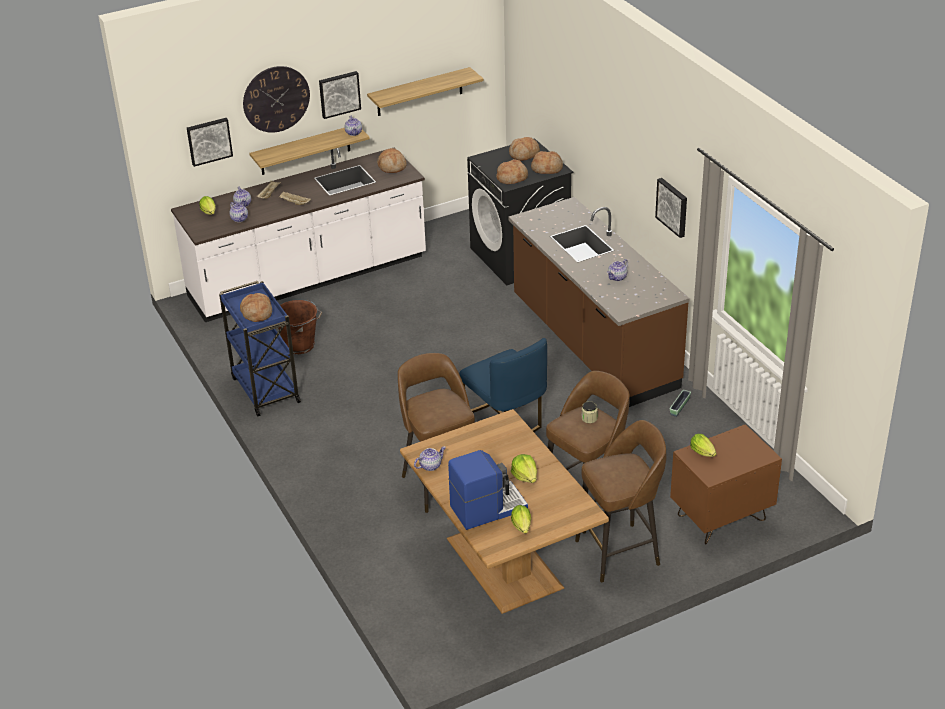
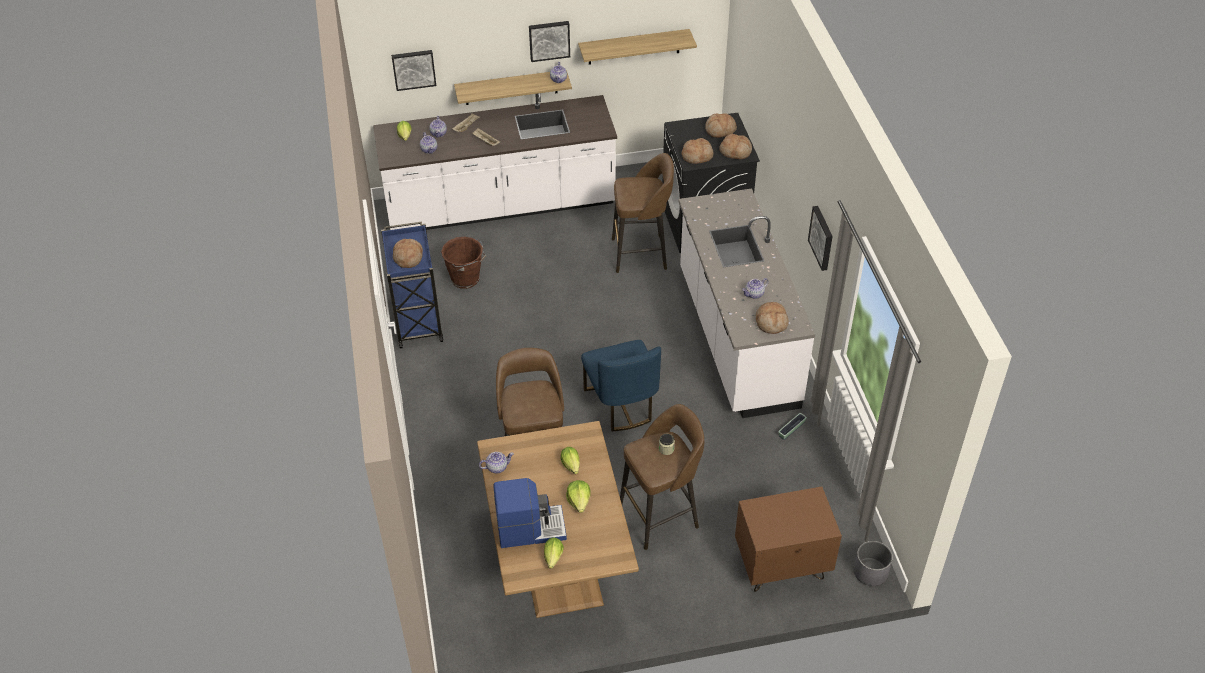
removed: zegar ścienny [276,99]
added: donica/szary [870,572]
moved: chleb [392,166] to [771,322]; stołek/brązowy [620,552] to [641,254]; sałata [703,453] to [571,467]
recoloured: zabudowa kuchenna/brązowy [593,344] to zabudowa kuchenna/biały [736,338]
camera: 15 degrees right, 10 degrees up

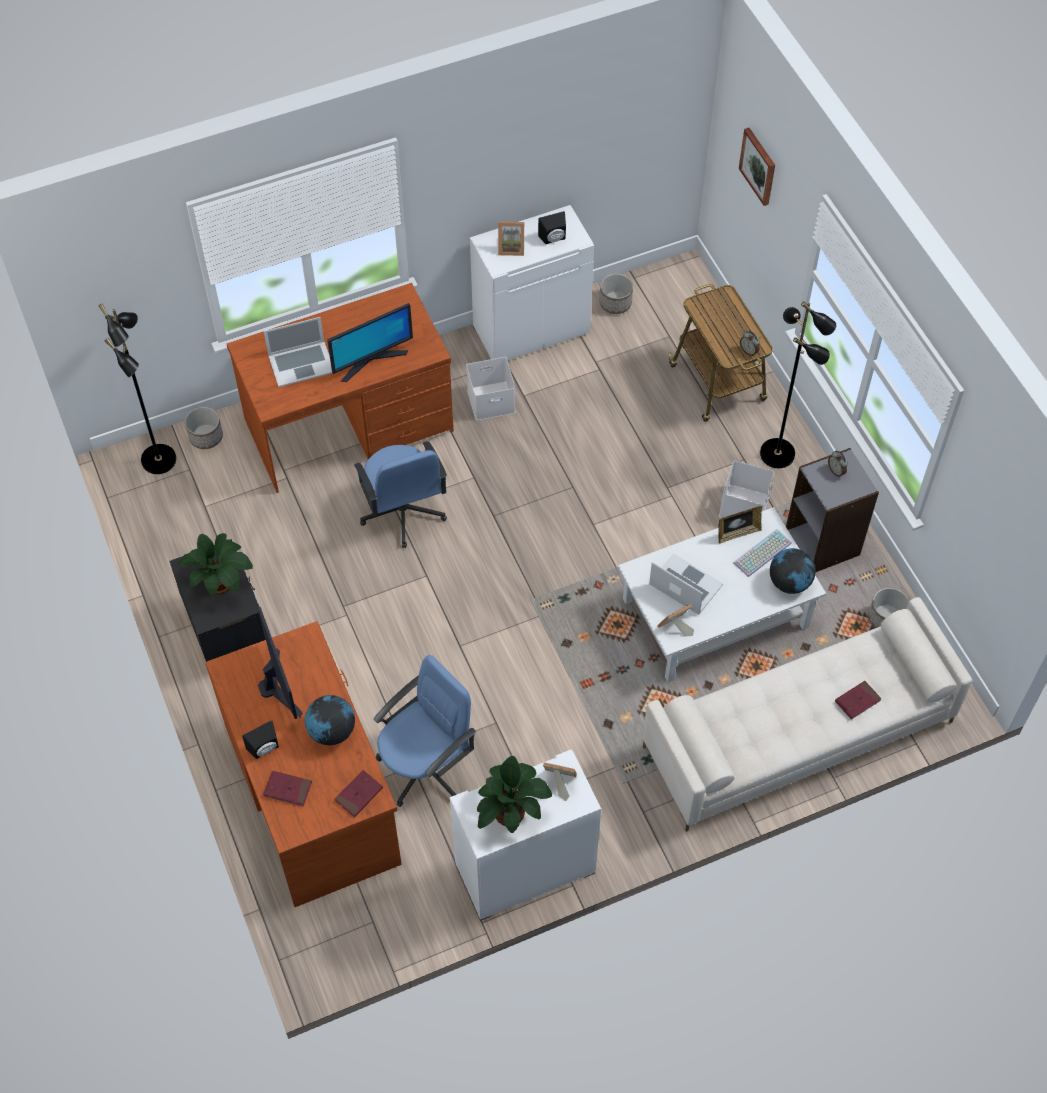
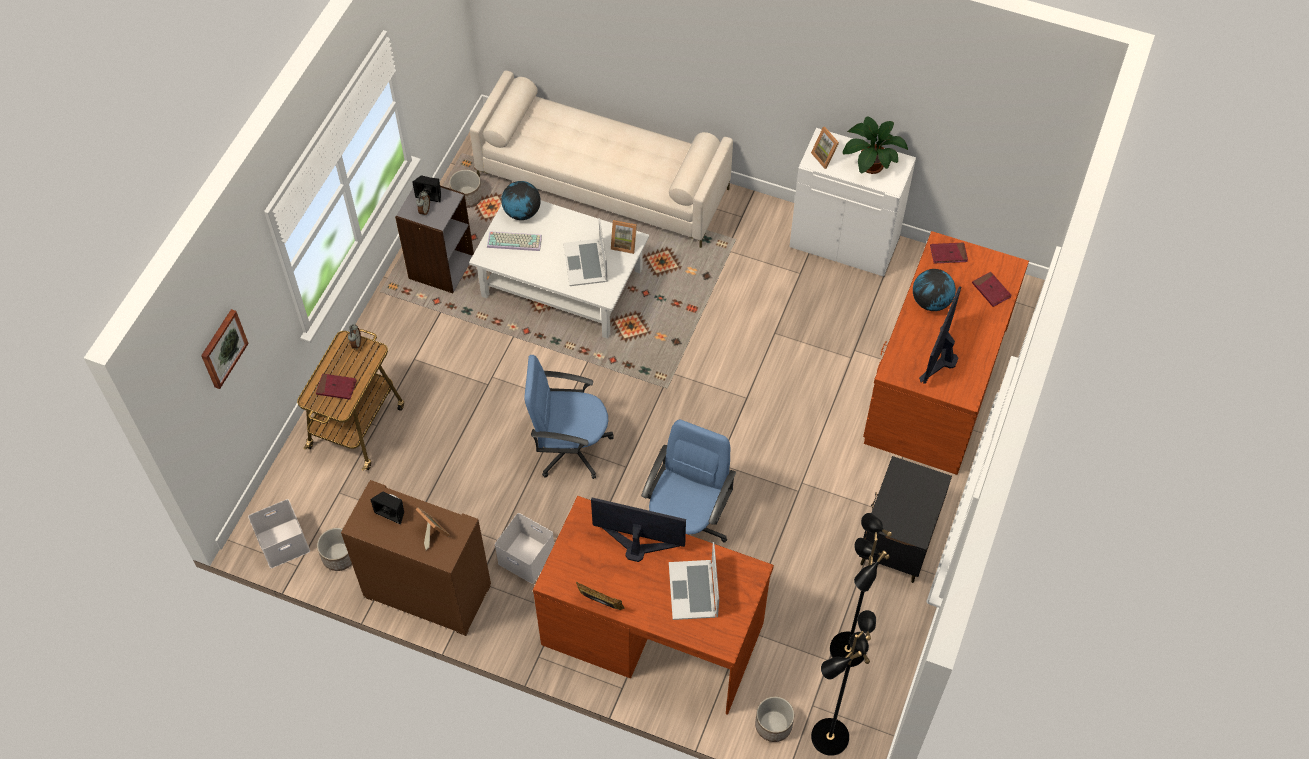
removed: roślina doniczkowa [221,583]
moved: głośnik/czarny [265,749] to [430,194]; krzesło biurowe/niebieski [425,766] to [570,447]; ramka na zdjęcie [737,533] to [600,604]; pojemnik do przechowywania/biały [743,505] to [282,544]; lampa stojąca/czarny [778,453] to [846,649]; książka/czerwony [857,701] to [336,387]
recoloured: szafka/biały [531,329] to szafka/brązowy [426,592]
turned: laptop [301,363] = [693,590] 120 degrees counterclockwise
camera: 135 degrees left, 0 degrees up

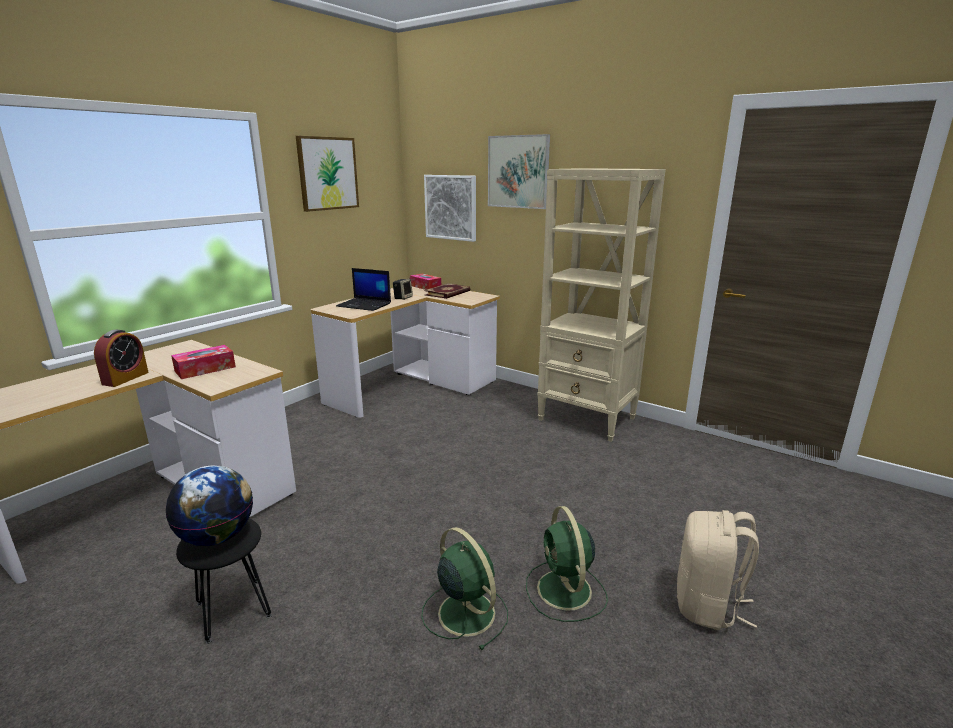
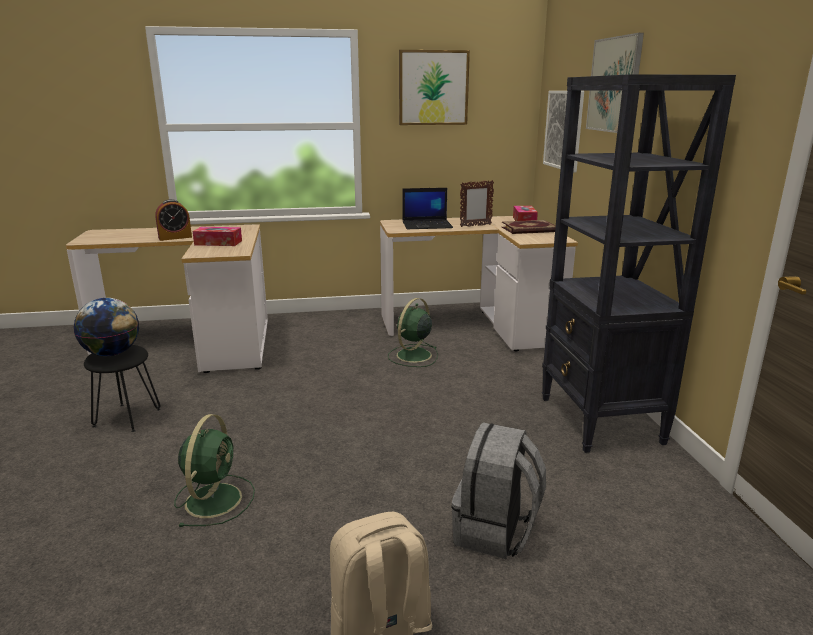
added: plecak/szary [495,532]
moved: wentylator/zielony [565,591] to [413,356]
replaced: głośnik [403,298] to ramka na zdjęcie [475,226]
recoloured: regał/beżowy [587,419] to regał/czarny [600,421]
turned: laptop [365,305] = [427,225] 75 degrees counterclockwise
camera: 45 degrees right, 0 degrees up

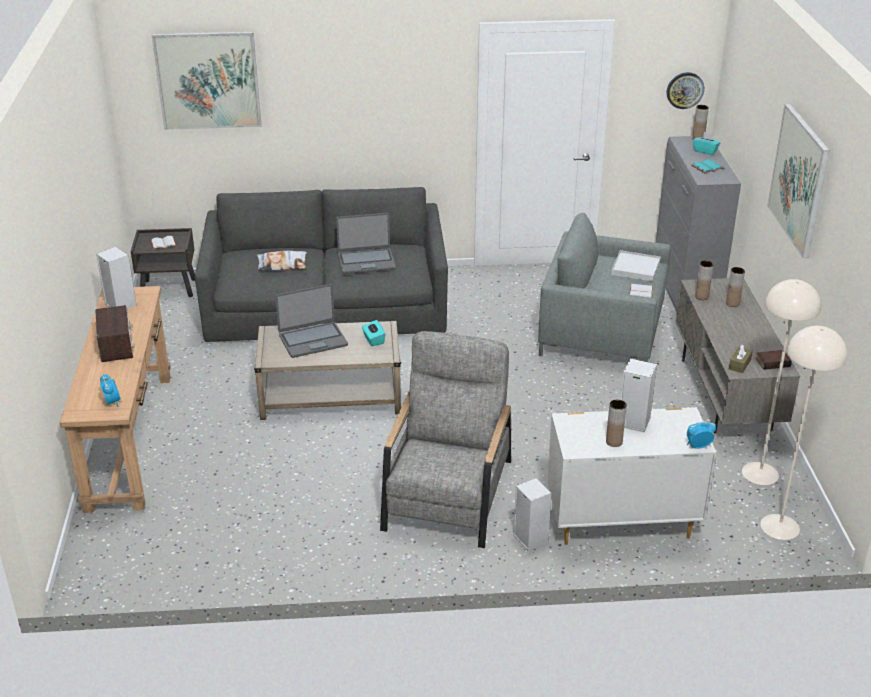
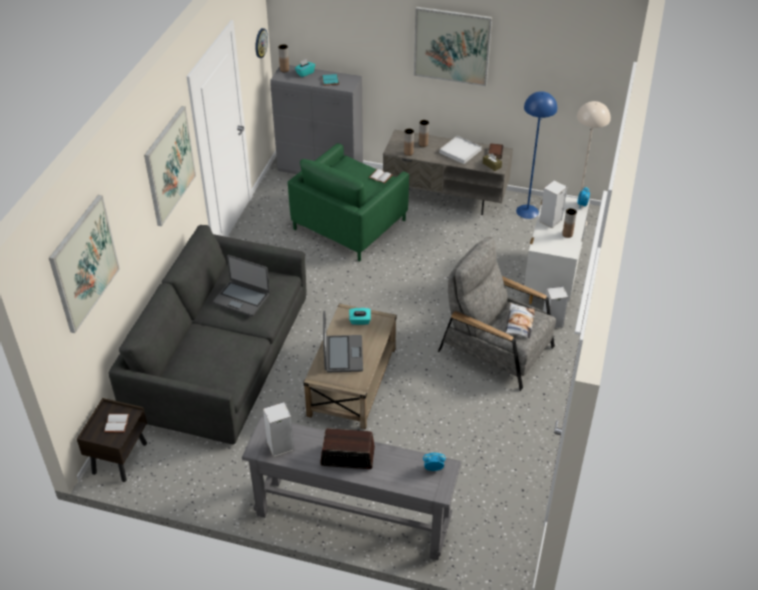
added: obraz [169,165]
moved: poduszka [282,265] to [519,323]; taca/biały [635,268] to [460,151]
recoloured: stolik konsolowy/brązowy [130,440] to stolik konsolowy/szary [353,517]; fotel/szary [601,334] to fotel/zielony [349,224]; lampa stojąca/beżowy [760,473] to lampa stojąca/niebieski [527,211]
turned: laptop [366,262] = [242,298] 105 degrees clockwise
camera: 70 degrees left, 10 degrees up

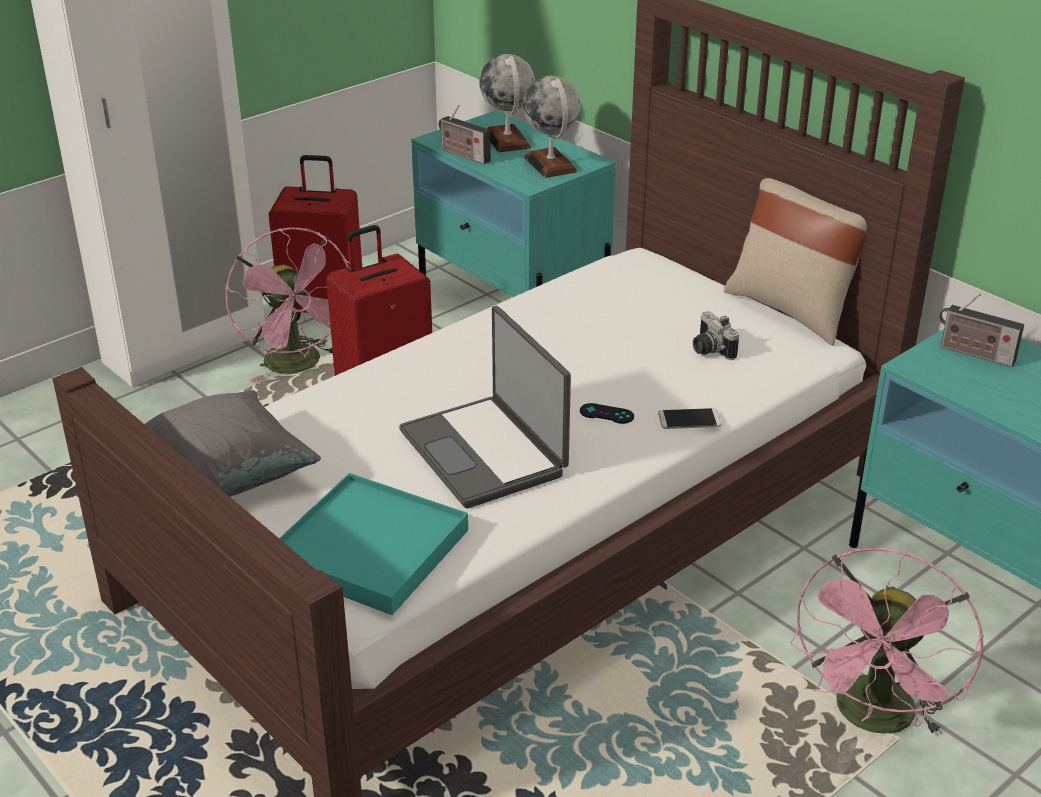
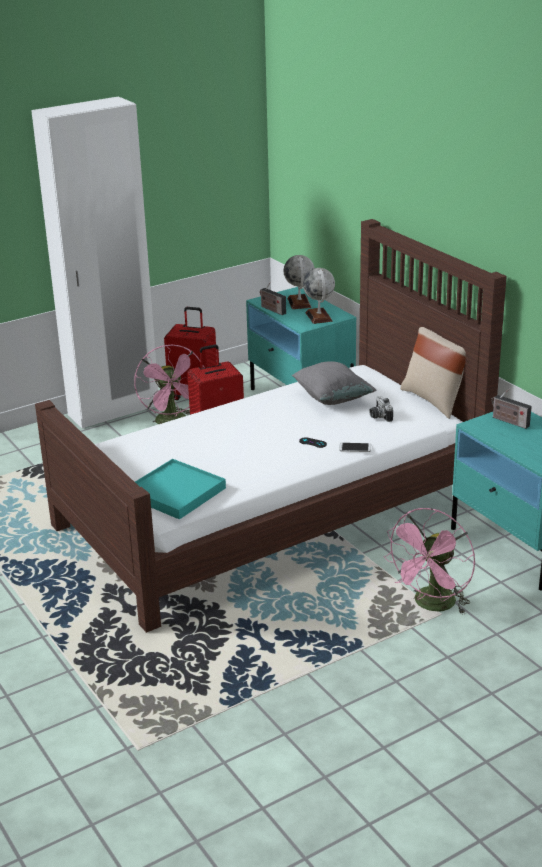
removed: laptop [485,452]
moved: poduszka/szary [230,475] to [332,398]
camera: 10 degrees right, 5 degrees down

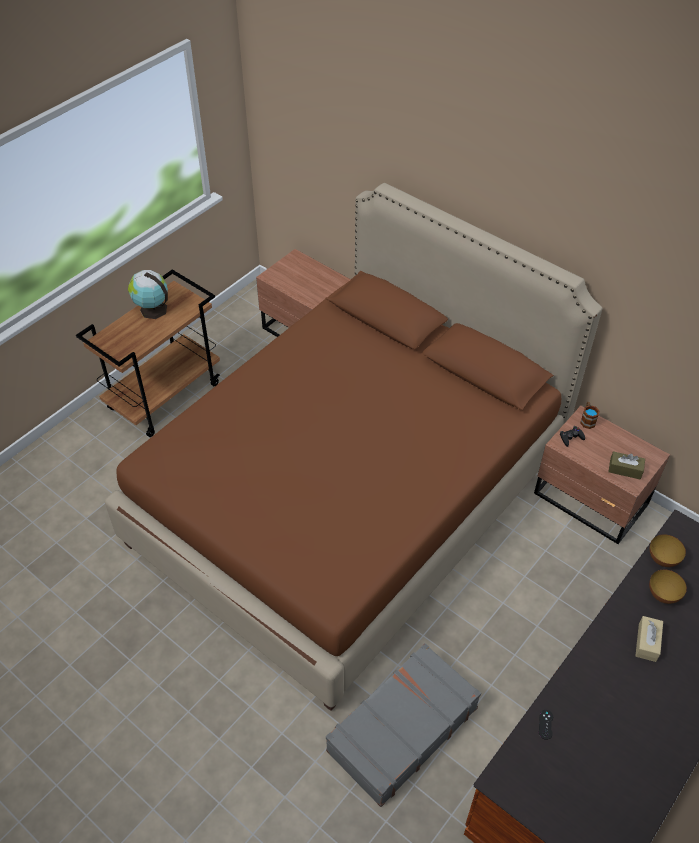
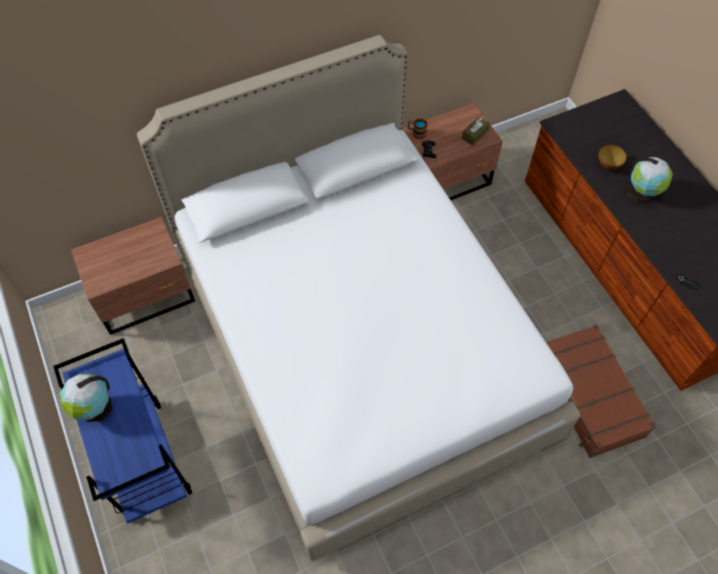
removed: miska [662,559]
replaced: pudełko chusteczek/beżowy [647,642] to globus [642,193]
recoloured: wózek/brązowy [165,395] to wózek/niebieski [143,459]; łóżko/brązowy [349,497] to łóżko/biały [358,343]; walizka/szary [401,729] to walizka/brązowy [588,396]
camera: 65 degrees left, 10 degrees up

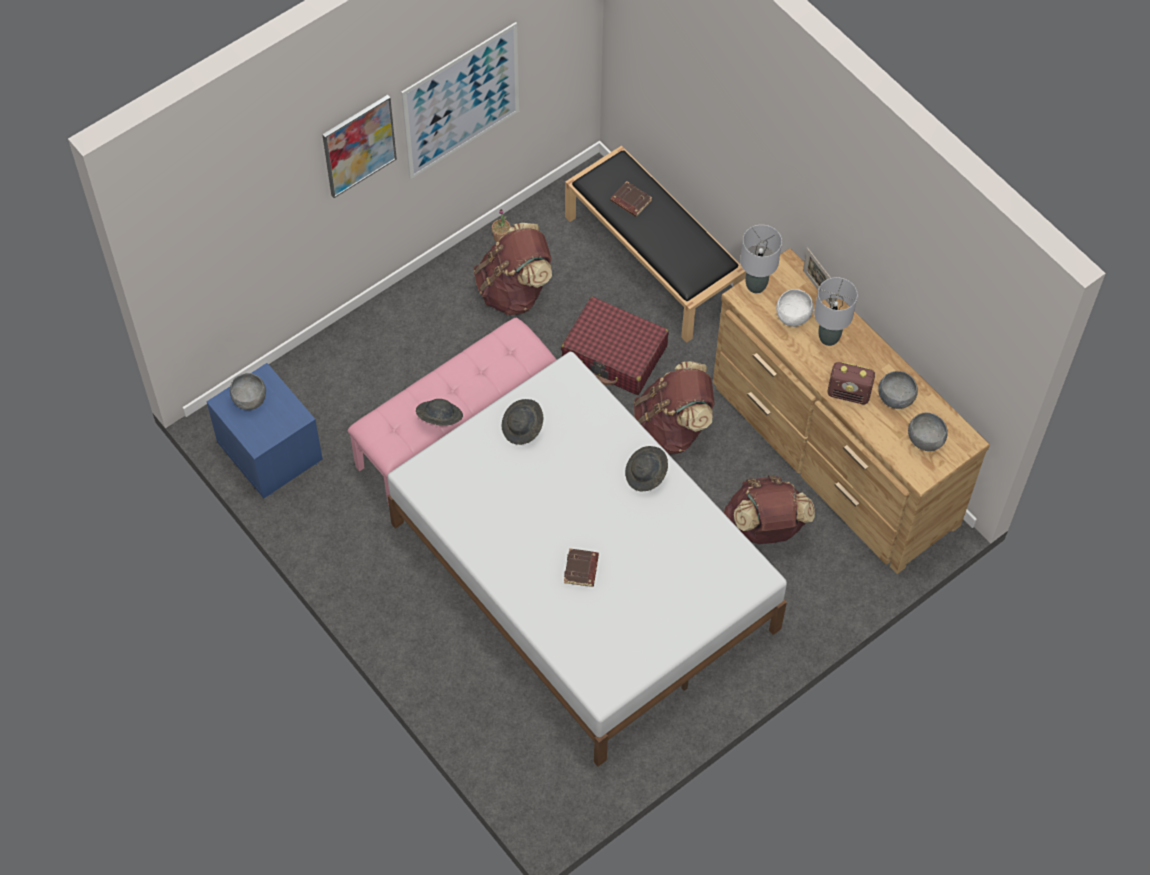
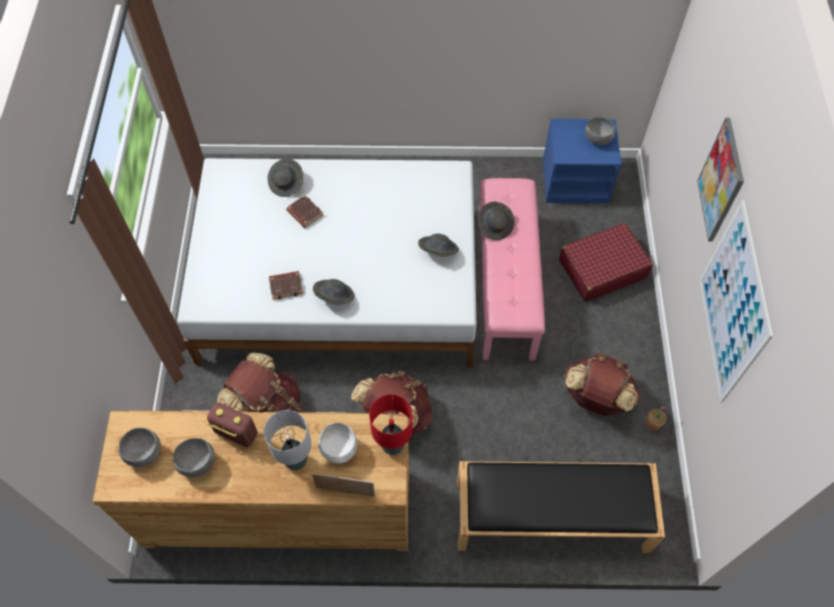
added: kapelusz/szary [286,183]
moved: walizka/czerwony [614,354] to [602,269]; książka/brązowy [630,201] to [286,286]
recoloured: lampa stołowa/szary [756,286] to lampa stołowa/czerwony [392,445]
turned: radio [849,394] = [235,433] 60 degrees clockwise
camera: 130 degrees right, 0 degrees up

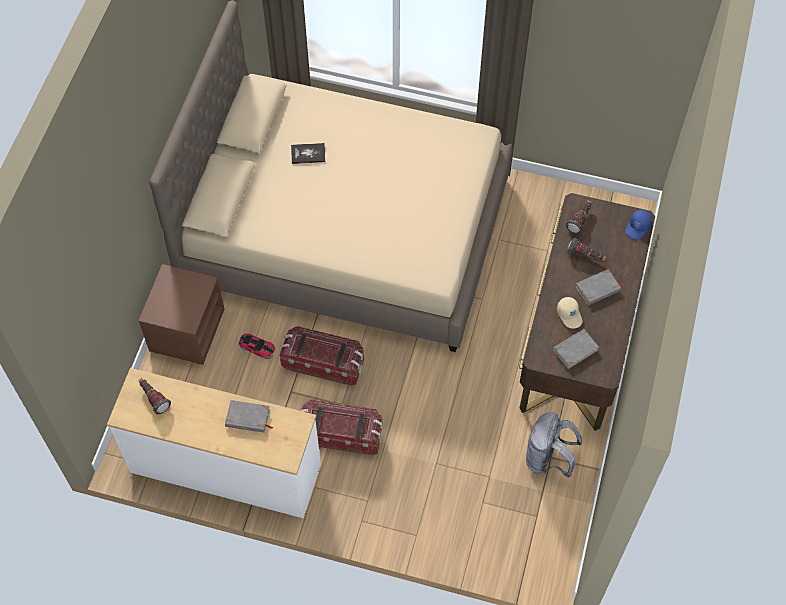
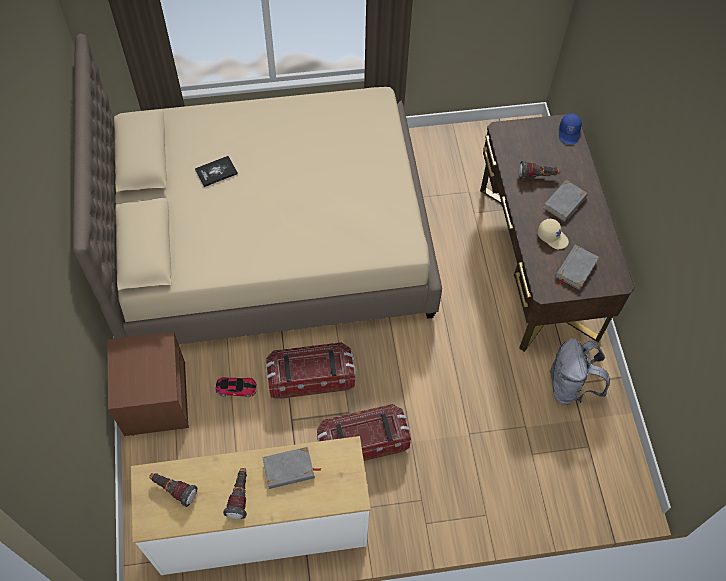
moved: latarka [580,220] to [240,496]
camera: 25 degrees left, 0 degrees up

